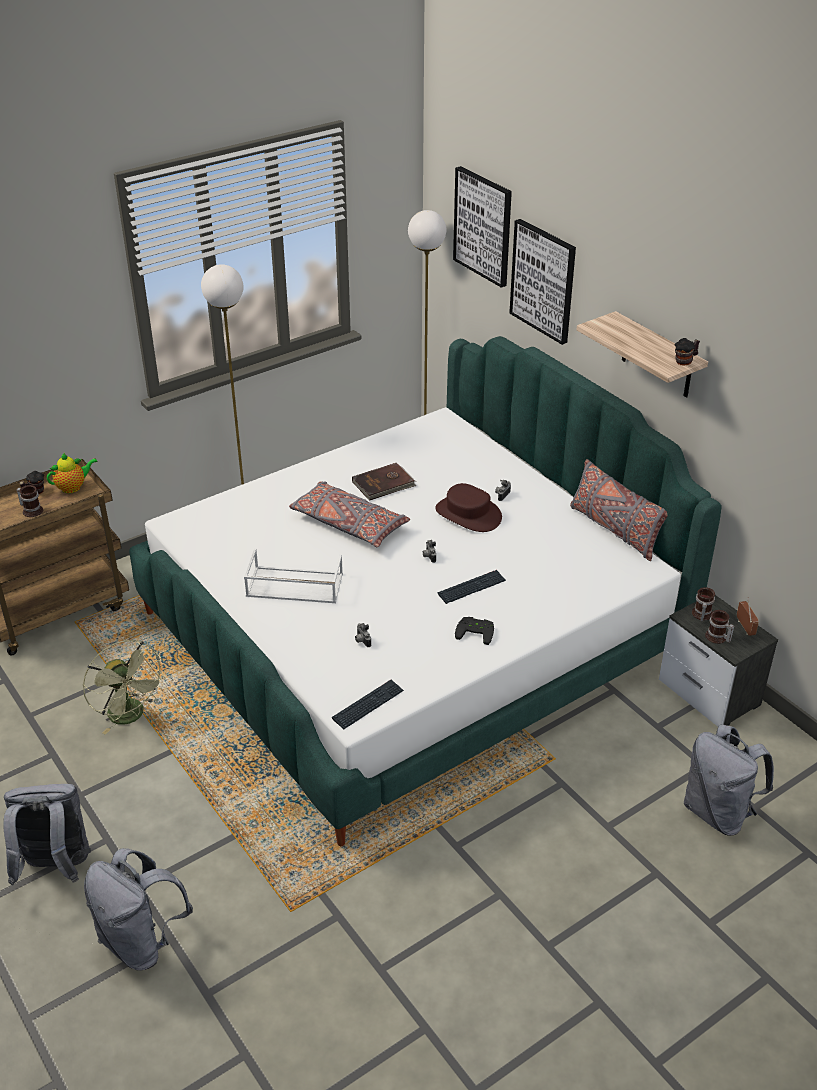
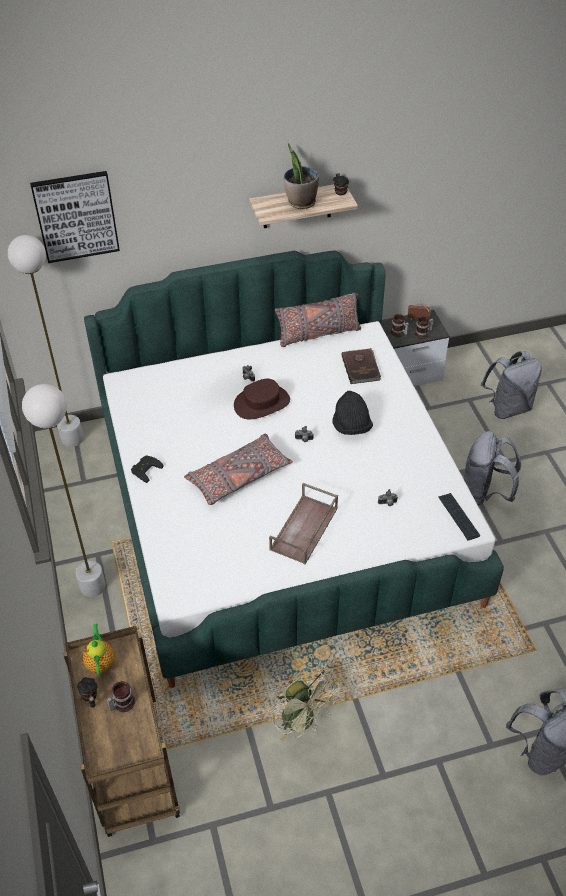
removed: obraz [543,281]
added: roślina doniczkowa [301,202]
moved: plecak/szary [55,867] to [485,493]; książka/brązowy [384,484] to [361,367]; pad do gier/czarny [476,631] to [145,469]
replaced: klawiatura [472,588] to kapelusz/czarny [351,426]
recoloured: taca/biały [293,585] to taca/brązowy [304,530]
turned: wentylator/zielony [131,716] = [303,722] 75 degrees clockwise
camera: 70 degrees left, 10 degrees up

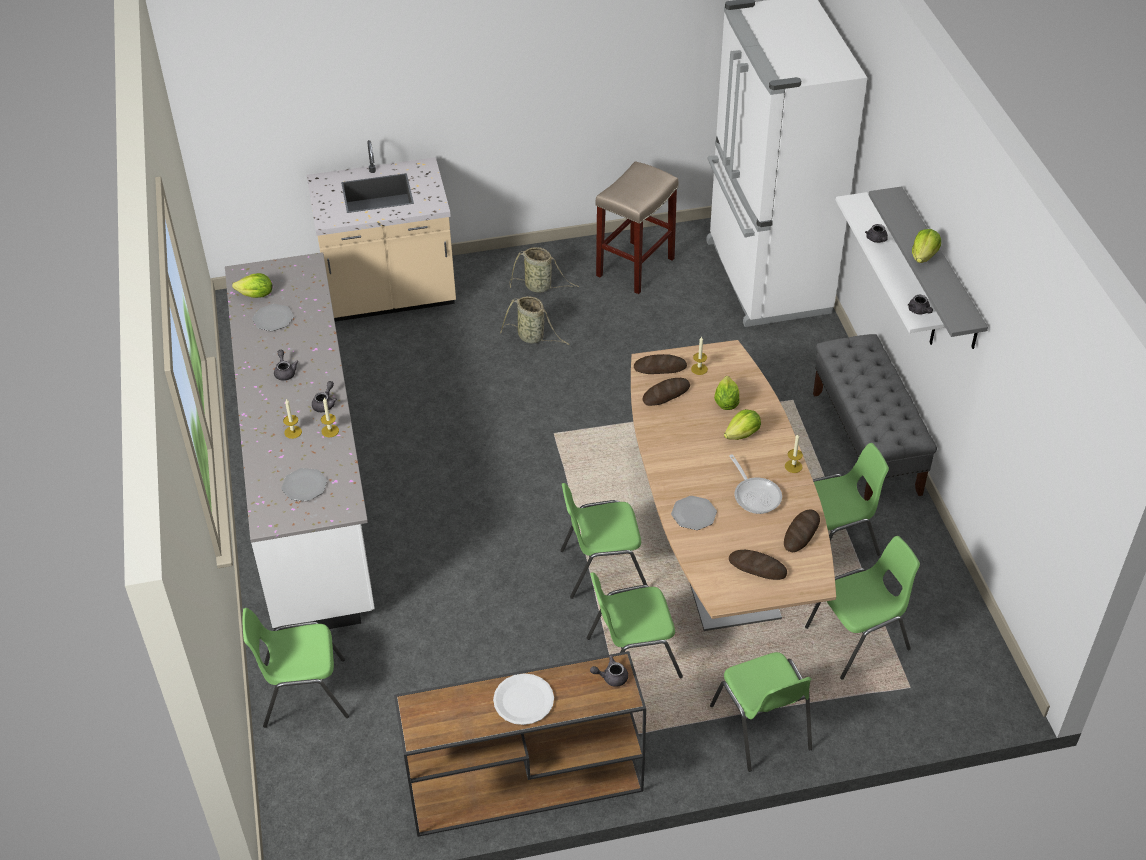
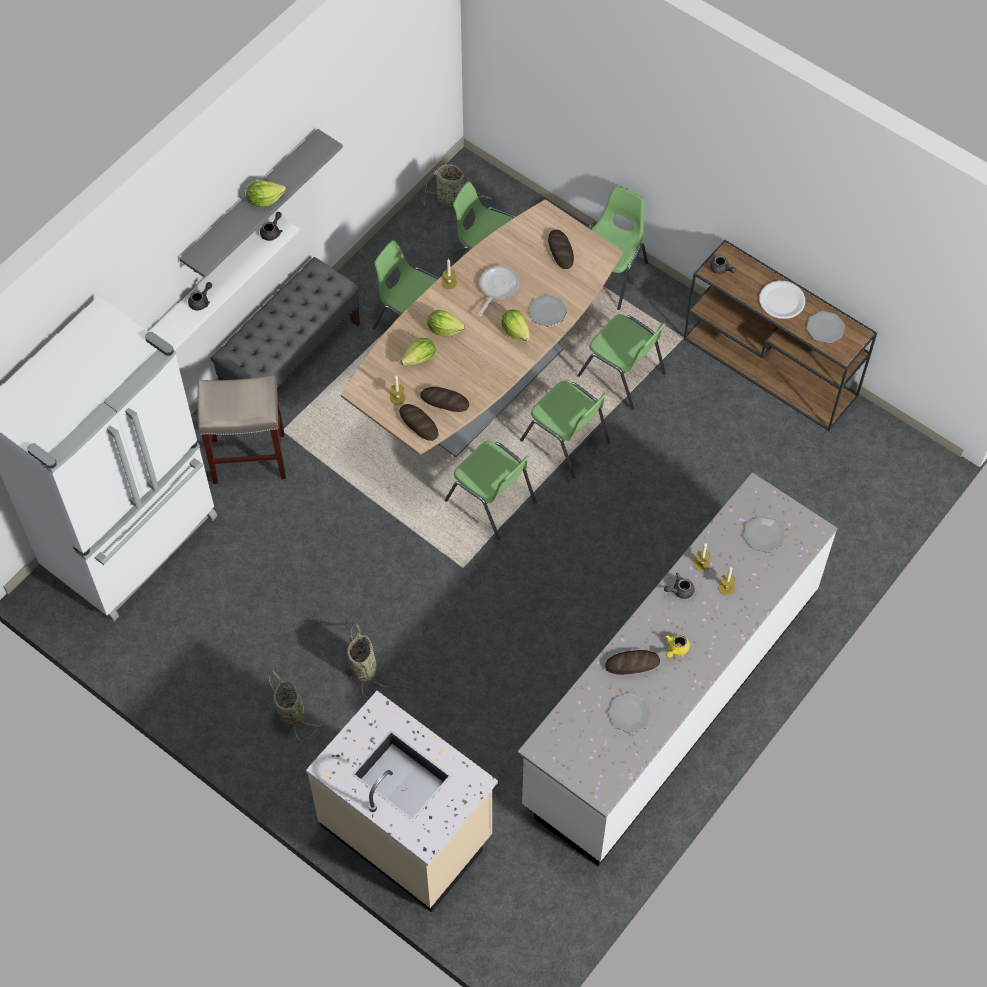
added: koszyk [452,199]; talerz [825,328]
moved: sałata [256,295] to [515,331]; krzesło/zielony [303,693] to [491,502]; stołek/beżowy [635,266] to [248,458]; chleb [801,533] to [632,664]
recoloured: imbryk/szary [285,372] to imbryk/żółty [676,649]
camera: 130 degrees left, 15 degrees up

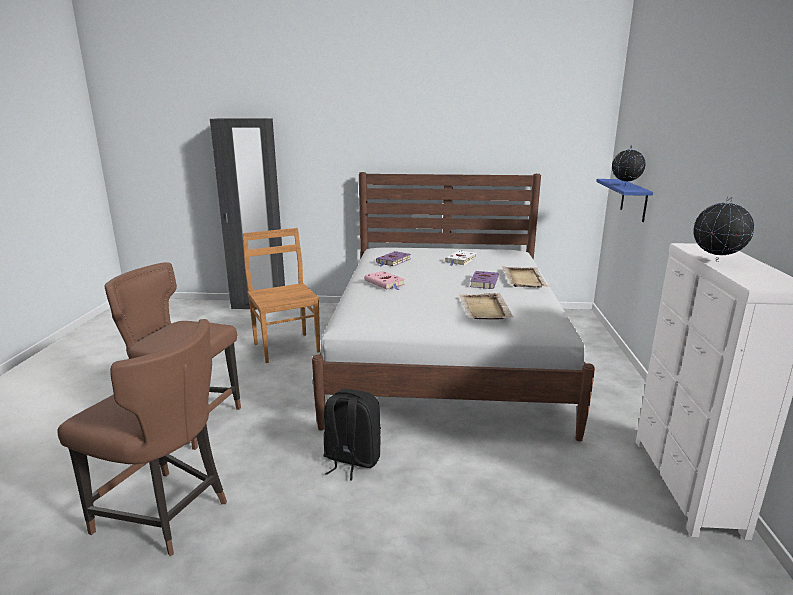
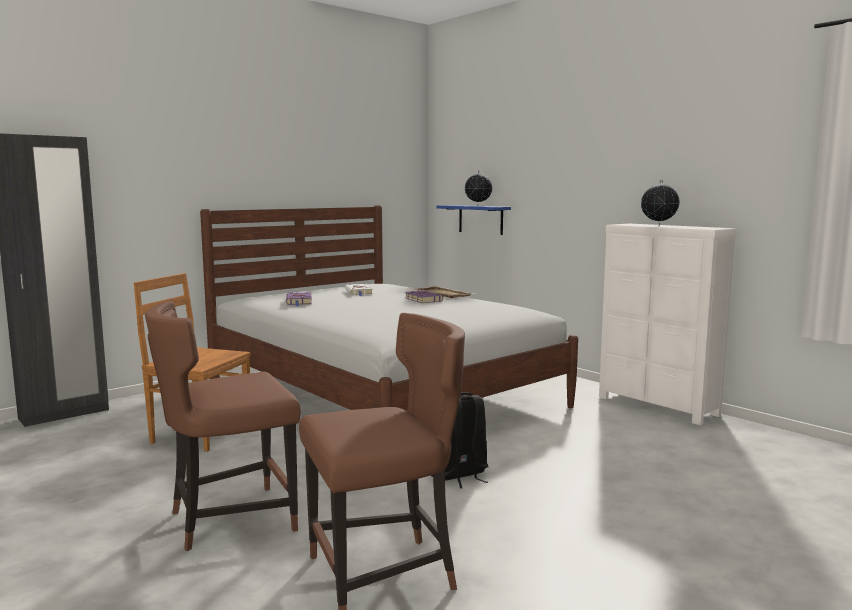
removed: książka/różowy [385,283]; taca/beżowy [484,309]
camera: 45 degrees left, 10 degrees down

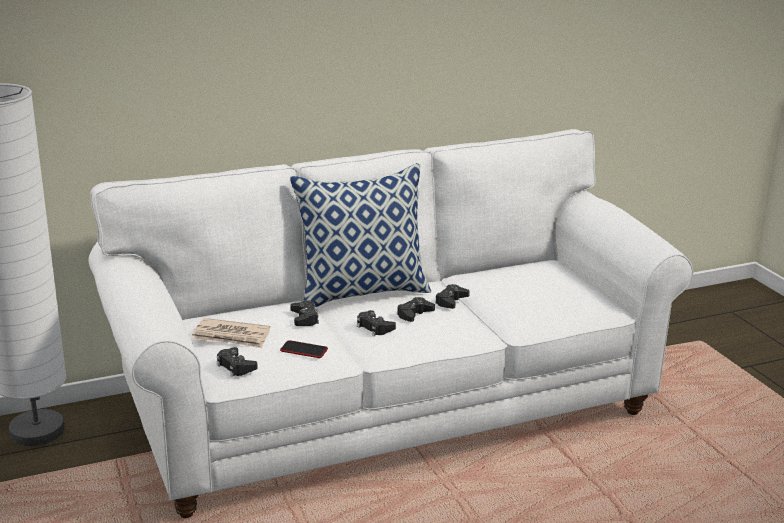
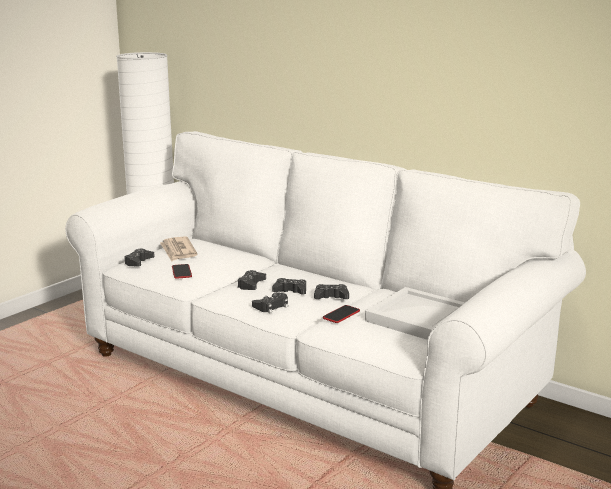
removed: poduszka [362,292]
added: telefon [341,315]; taca/biały [418,317]
moved: pad do gier/czarny [304,318] to [271,306]
camera: 60 degrees right, 5 degrees down

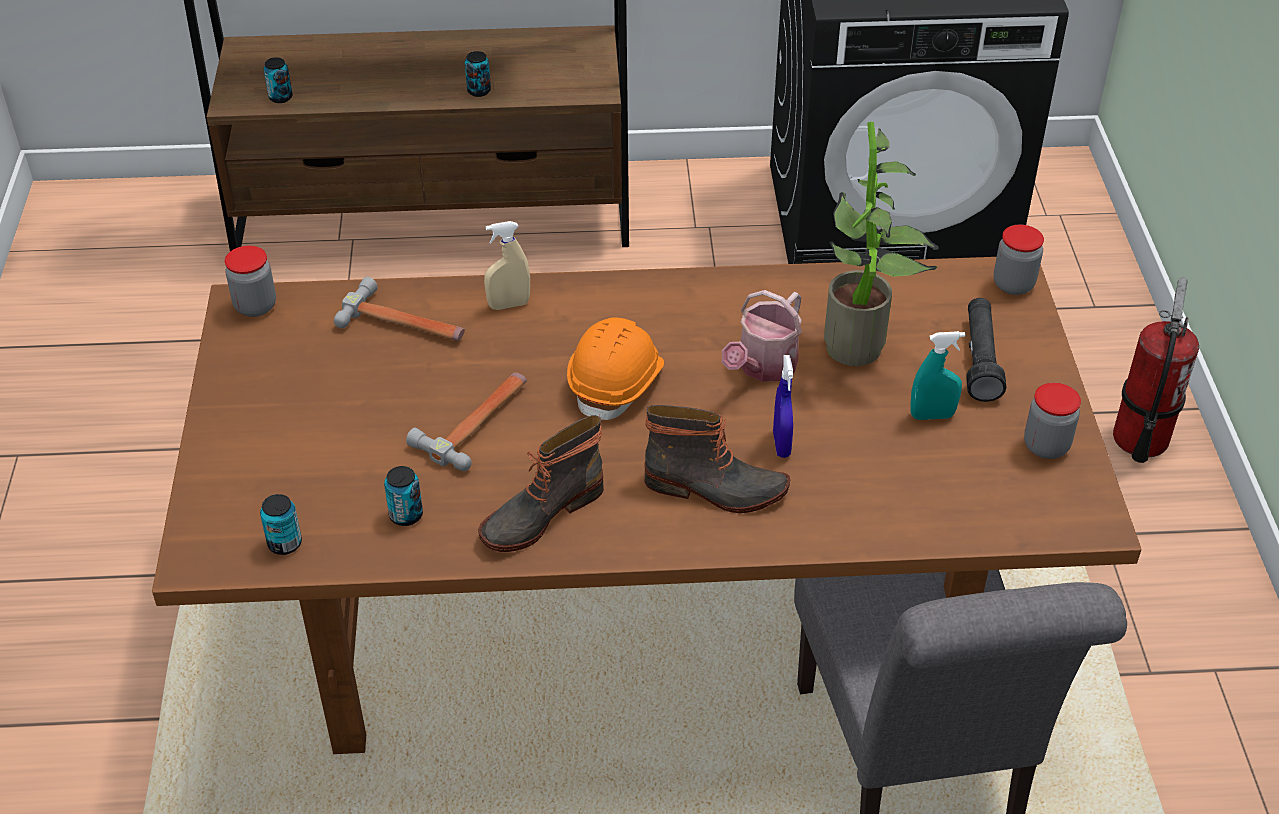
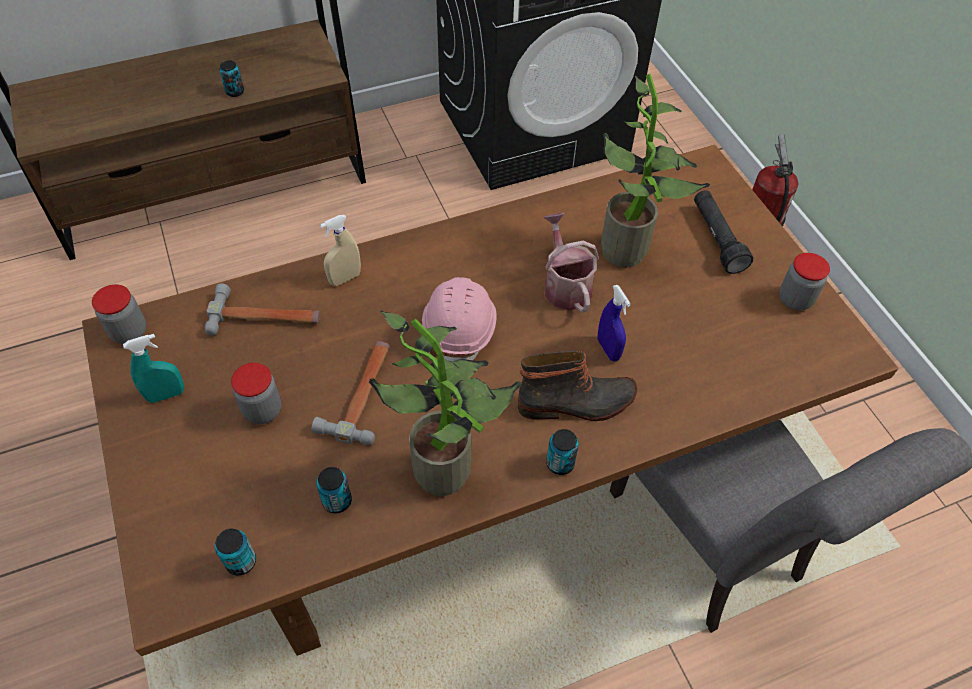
moved: puszka [280,97] to [560,463]; spryskiwacz/turkusowy [932,415] to [166,395]; słoik [1013,285] to [262,410]
replaced: but z cholewką [540,513] to roślina doniczkowa [448,466]
recoloured: kask/pomarańczowy [617,384] to kask/różowy [460,328]
turned: konewka [763,367] = [565,285] 150 degrees clockwise
camera: 20 degrees left, 10 degrees up

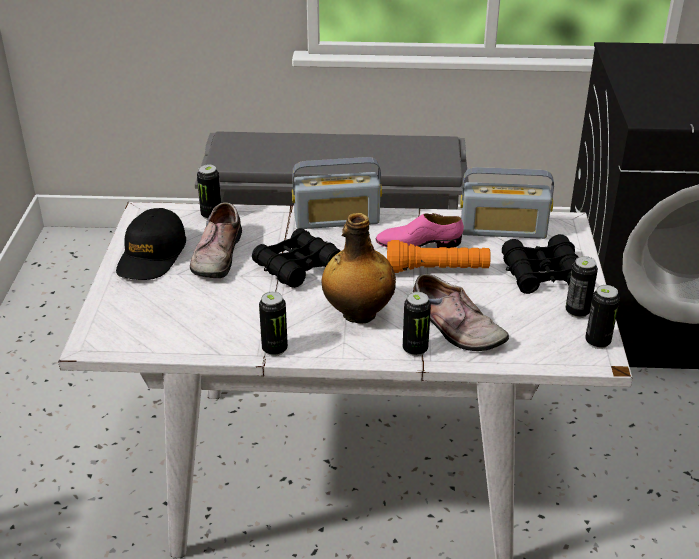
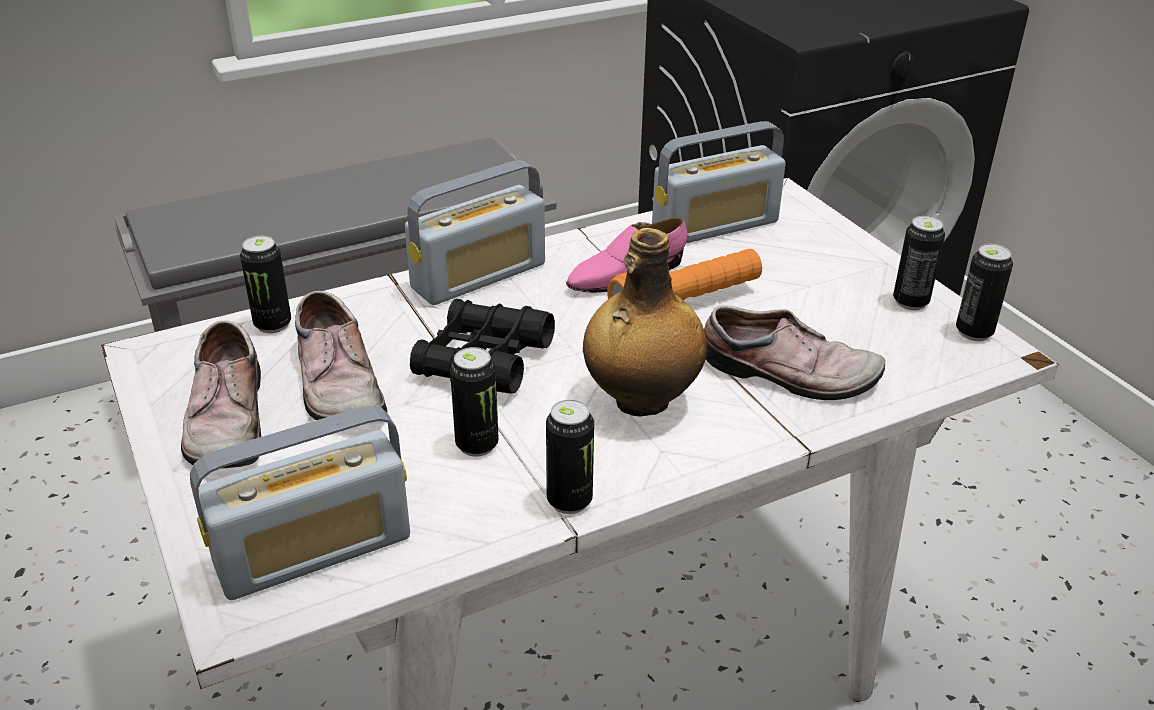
removed: lornetka/czarny [543,274]
added: radio [314,551]
moved: puszka [415,349] to [477,445]
replaced: czapka z daszkiem/czarny [152,256] to but [223,420]
camera: 30 degrees left, 0 degrees up

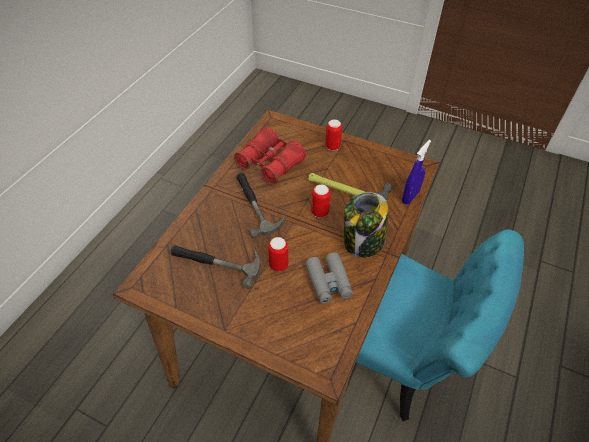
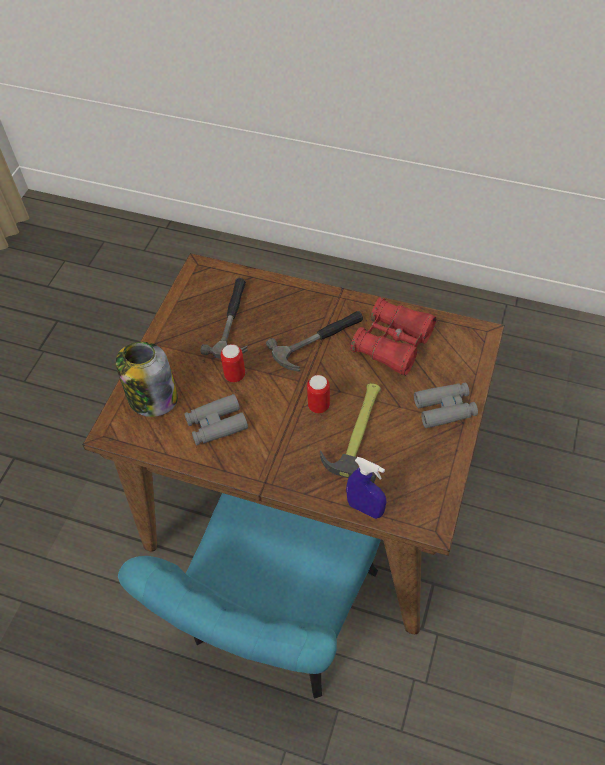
moved: słoik [363,242] to [152,398]
replaced: puszka [332,146] to lornetka/szary [445,409]
camera: 85 degrees right, 5 degrees up

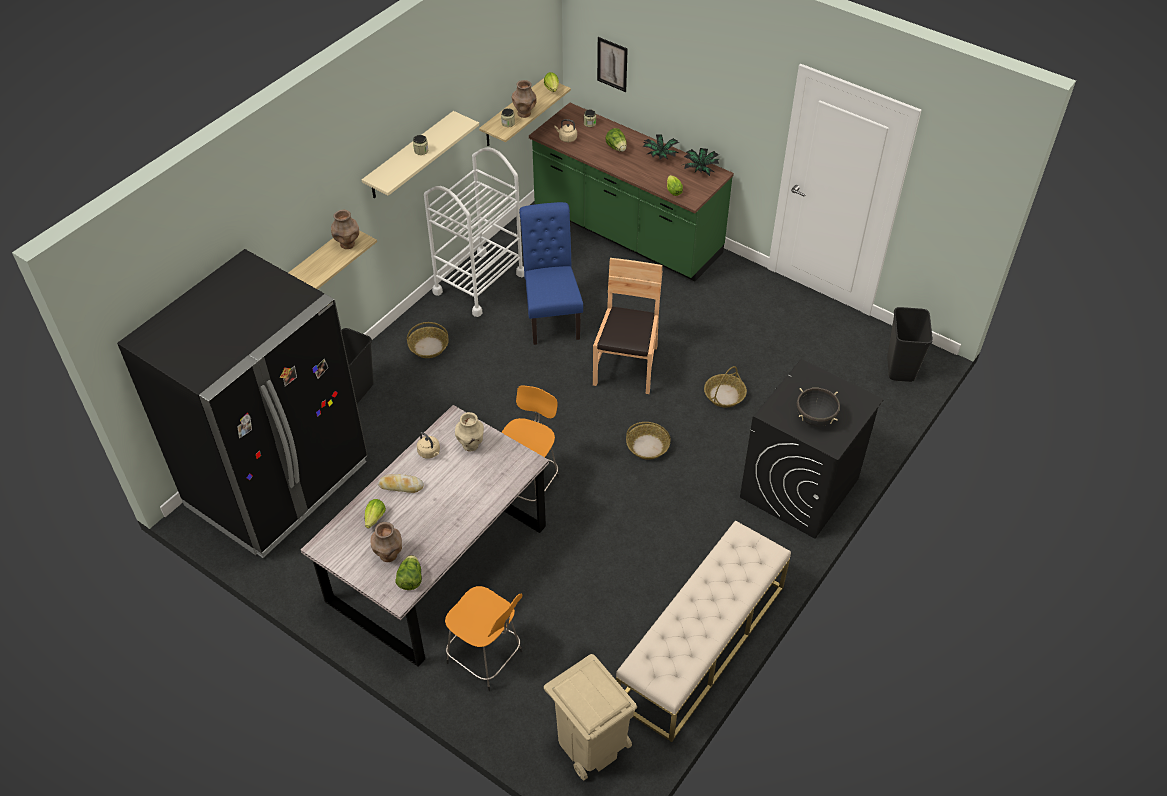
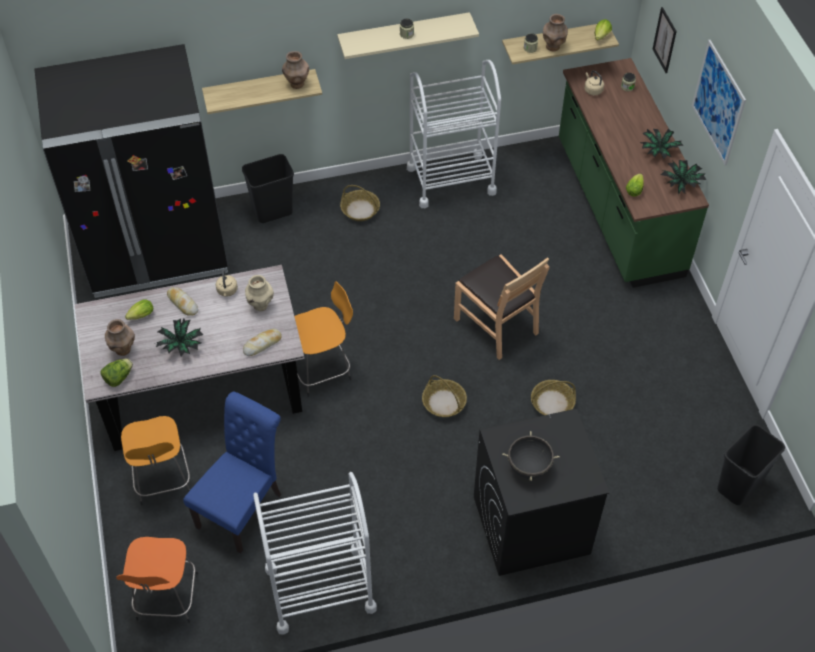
removed: sałata [617,148]
added: roślina doniczkowa [181,345]; chleb [262,344]; obraz [718,102]
moved: krzesło/niebieski [551,316] to [243,507]
replaced: kosz na śmieci/beżowy [590,745] to stołek/pomarańczowy [167,599]; ławka/beżowy [702,644] to wózek/biały [320,589]
turned: krzesło/brązowy [627,366] = [496,325] 90 degrees clockwise
camera: 40 degrees right, 5 degrees up

